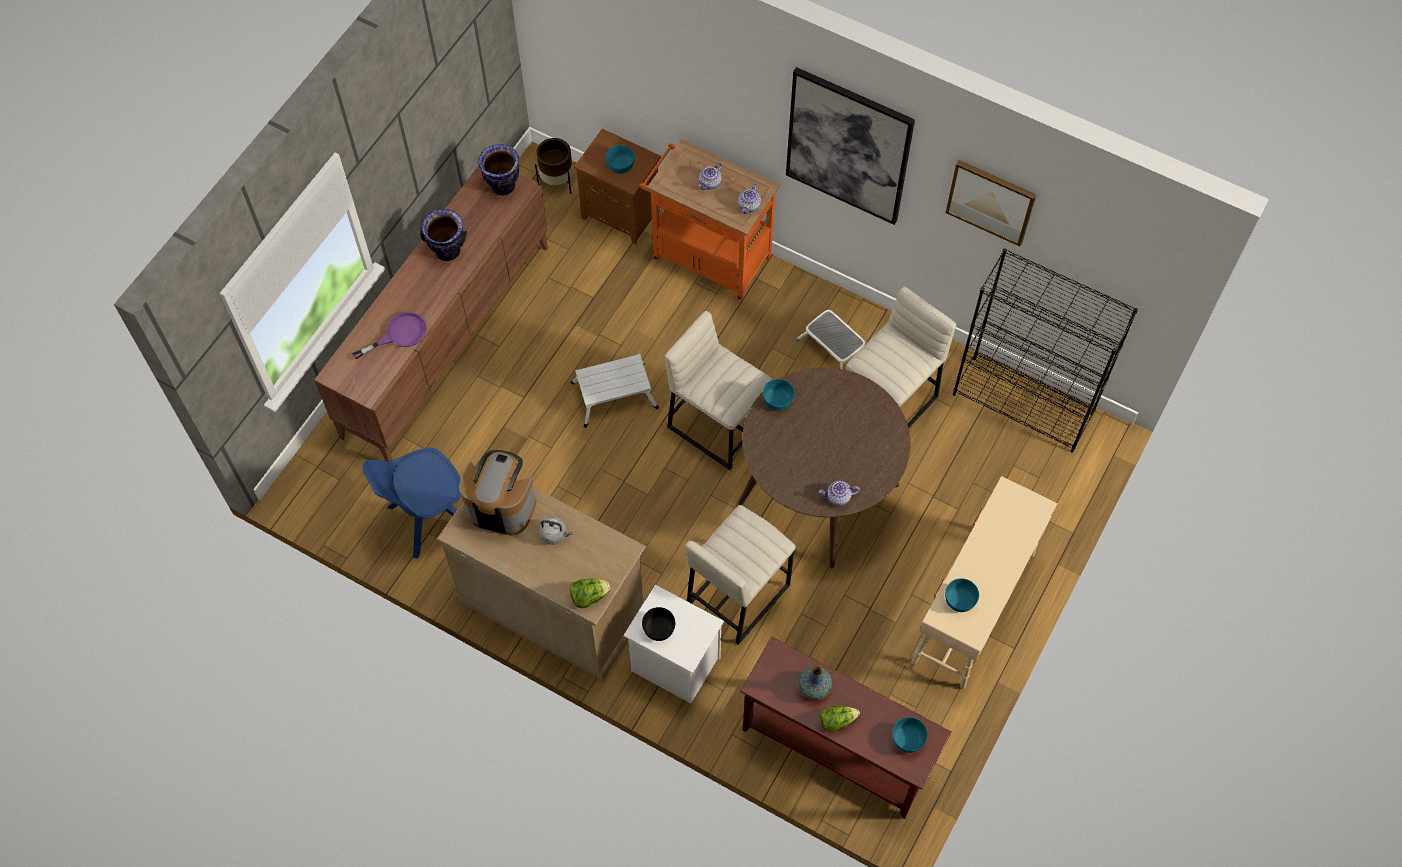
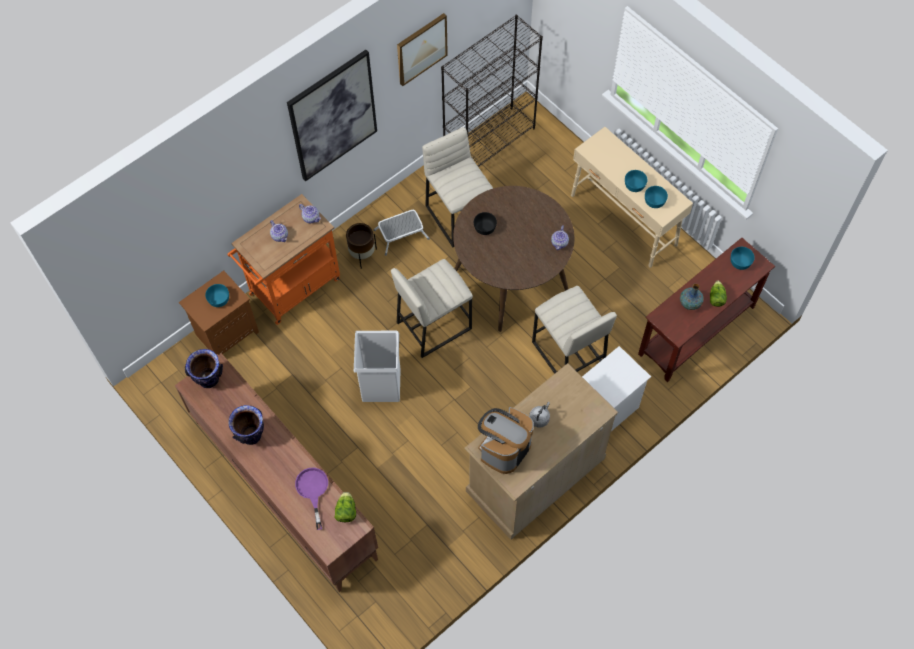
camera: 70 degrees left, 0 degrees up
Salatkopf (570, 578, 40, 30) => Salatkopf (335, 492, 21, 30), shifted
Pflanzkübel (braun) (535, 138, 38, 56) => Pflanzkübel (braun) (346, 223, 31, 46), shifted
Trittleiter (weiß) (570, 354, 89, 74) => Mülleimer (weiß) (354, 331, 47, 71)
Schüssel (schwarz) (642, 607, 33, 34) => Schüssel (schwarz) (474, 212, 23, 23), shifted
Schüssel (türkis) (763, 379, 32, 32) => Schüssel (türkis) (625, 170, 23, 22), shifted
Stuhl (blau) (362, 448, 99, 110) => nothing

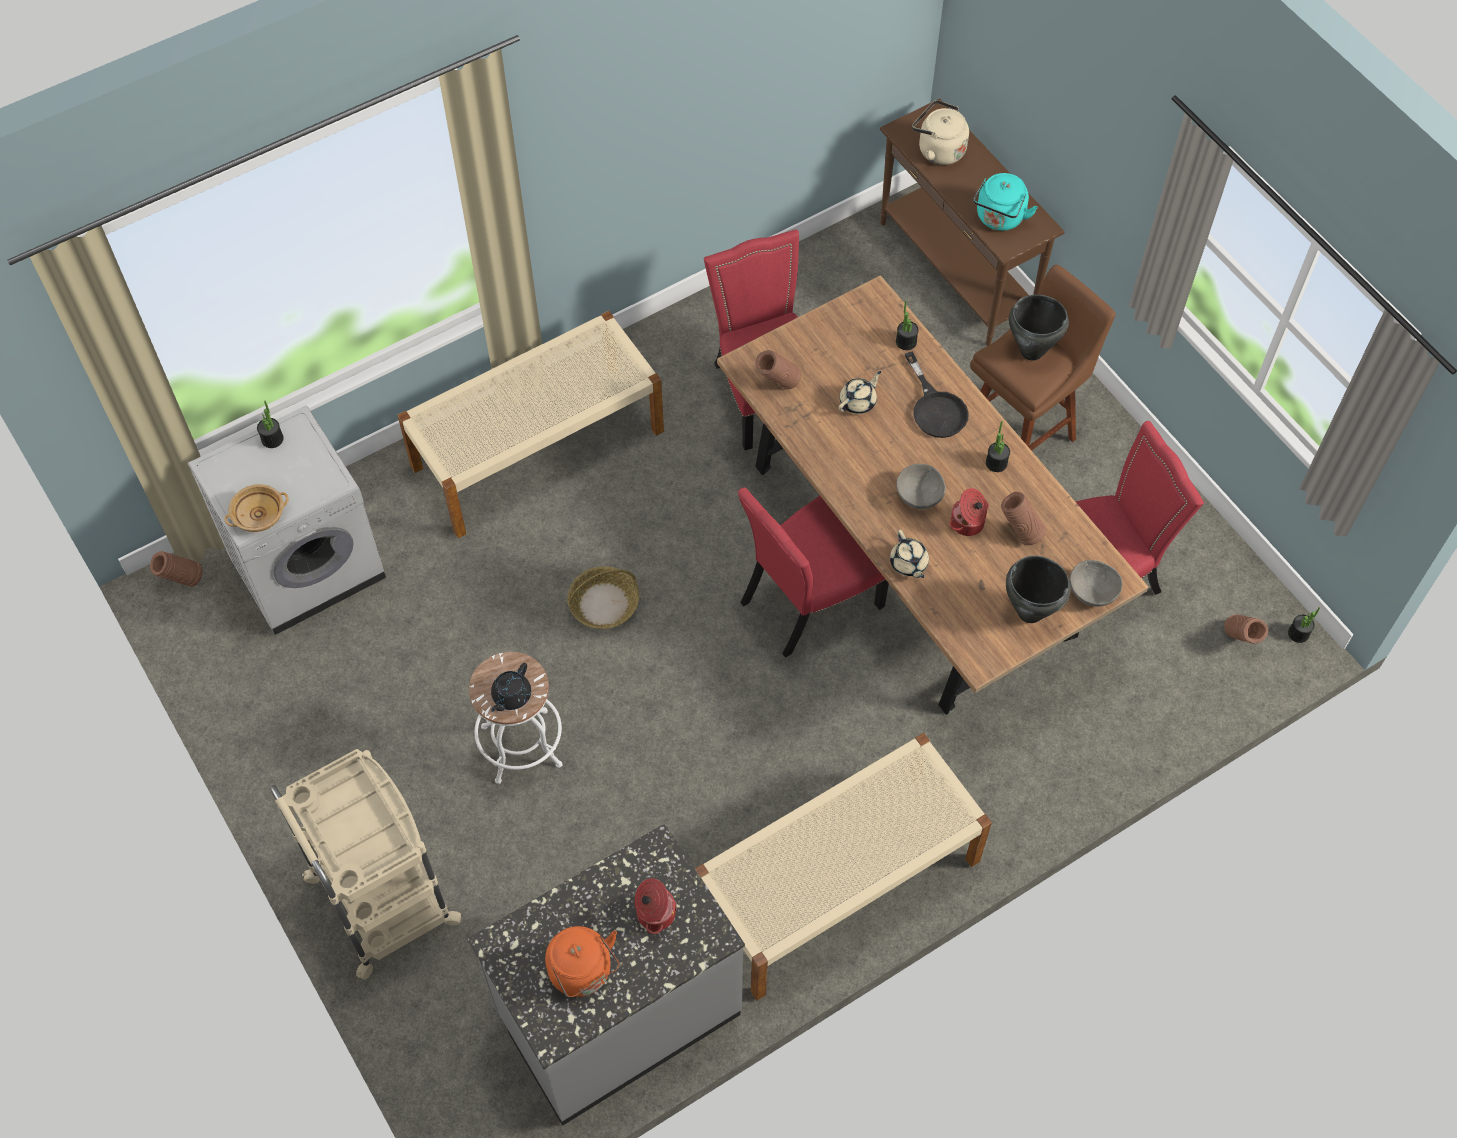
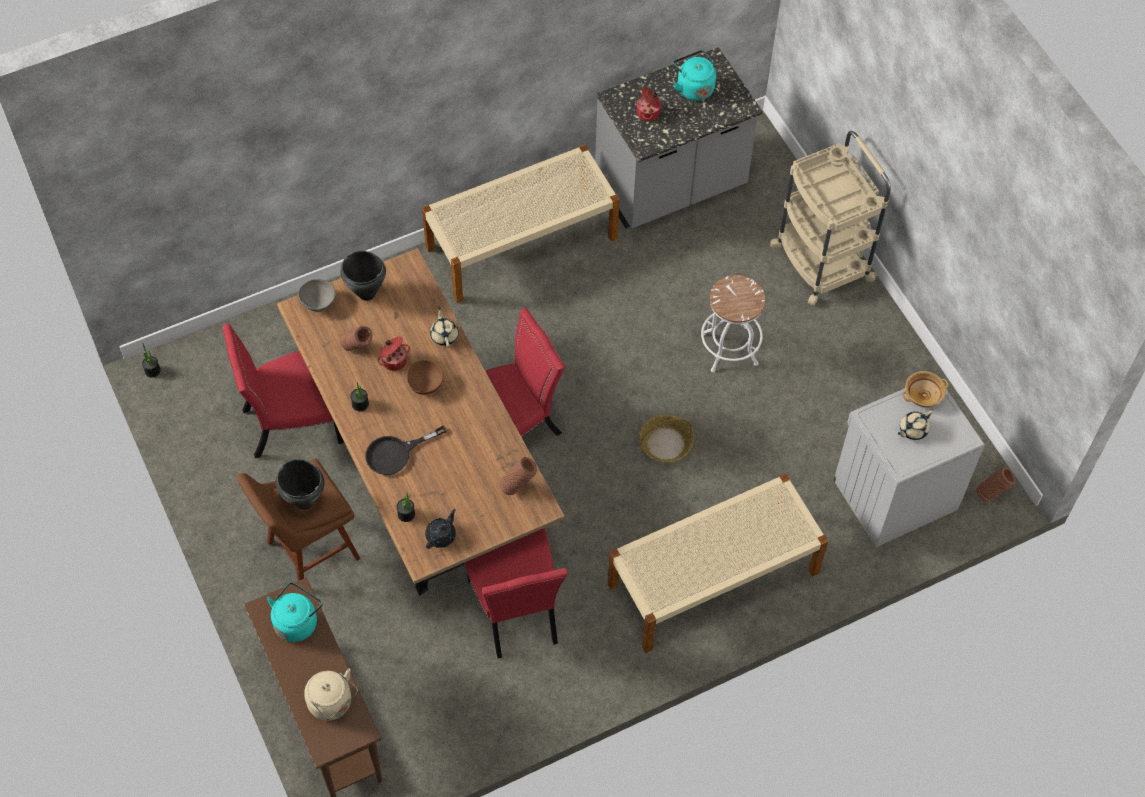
camera: 175 degrees left, 0 degrees up
Pfanne (schwarz) (905, 351, 64, 87) => Pfanne (schwarz) (365, 425, 82, 50), 105 degrees counterclockwise
Schüssel (grau) (897, 464, 49, 45) => Schüssel (braun) (407, 360, 36, 35)
Teekanne (schwarz) (491, 663, 40, 49) => Teekanne (schwarz) (425, 509, 31, 40), shifted
Wasserkessel (orange) (545, 926, 75, 72) => Wasserkessel (türkis) (673, 50, 43, 51)
Teekanne (beige) (838, 371, 43, 43) => Teekanne (beige) (898, 410, 35, 30), shifted
Topfpflanze (257, 401, 27, 47) => nothing
Vase (braun) (1224, 615, 44, 29) => nothing

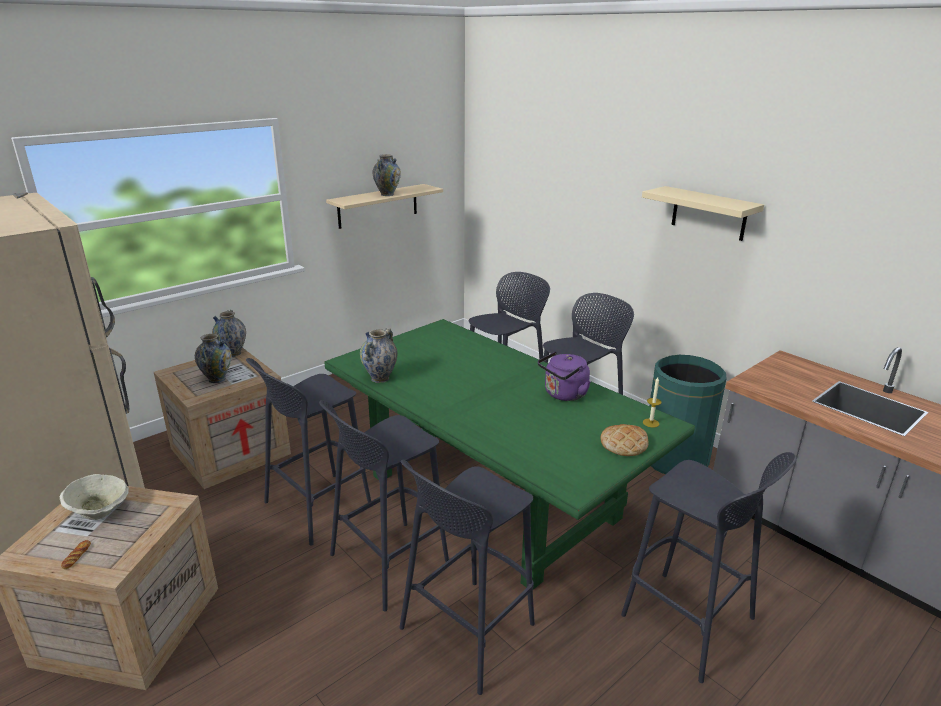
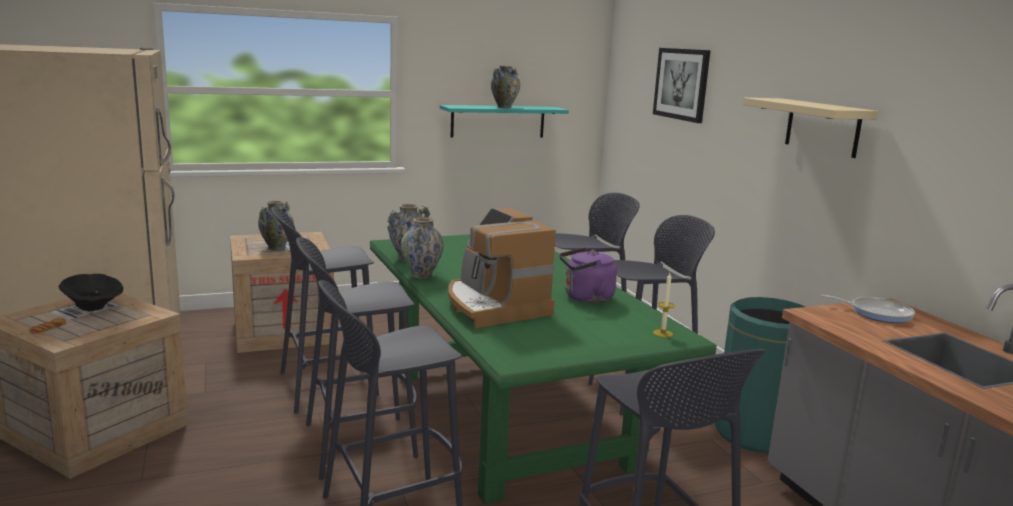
camera: 20 degrees right, 10 degrees down
Schüssel (beige) (60, 474, 69, 46) => Schüssel (schwarz) (58, 274, 65, 37)
Vase (212, 310, 34, 47) => Vase (401, 217, 43, 62), shifted
Wandregal (beige) (326, 184, 117, 45) => Wandregal (türkis) (440, 105, 129, 32)
nothing => Kaffeemaschine (448, 208, 108, 120)
nothing => Bild (653, 48, 58, 75)
nothing => Pfanne (821, 295, 94, 28)
Brot (600, 424, 49, 32) => nothing

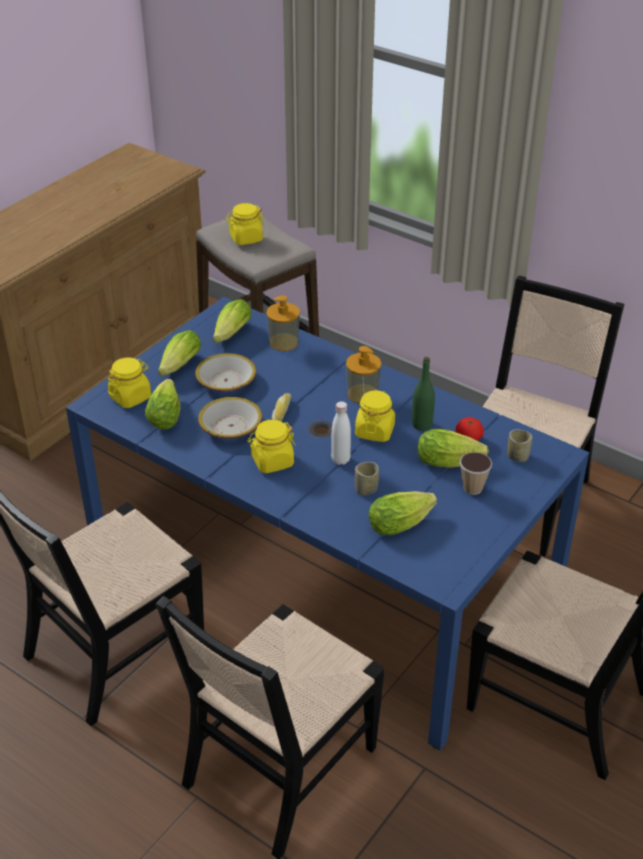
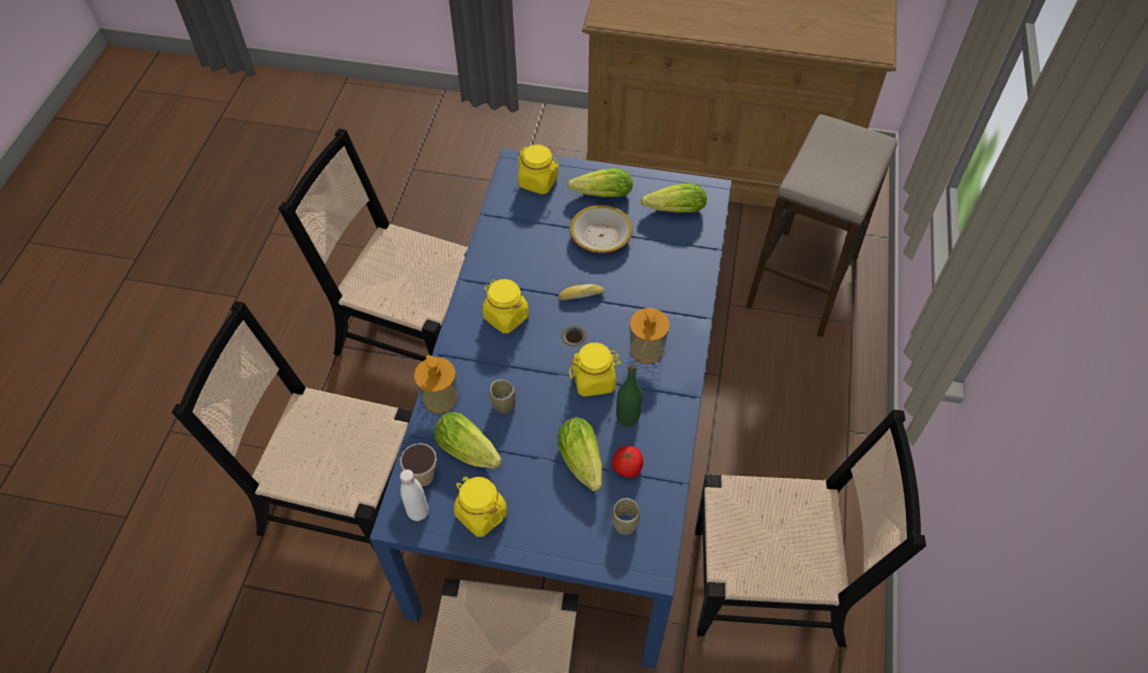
camera: 65 degrees right, 15 degrees up
Tasse (460, 452, 32, 43) => Tasse (400, 443, 37, 43), shifted
Flasche (weiß) (331, 401, 20, 64) => Flasche (weiß) (400, 469, 29, 52), shifted
Seifenspender (266, 295, 34, 56) => Seifenspender (414, 355, 44, 58), shifted
Vorratsglas (gelb) (226, 203, 38, 42) => Vorratsglas (gelb) (454, 477, 53, 60), shifted
Salatkopf (145, 379, 35, 51) => nothing
Schüssel (198, 397, 64, 41) => nothing

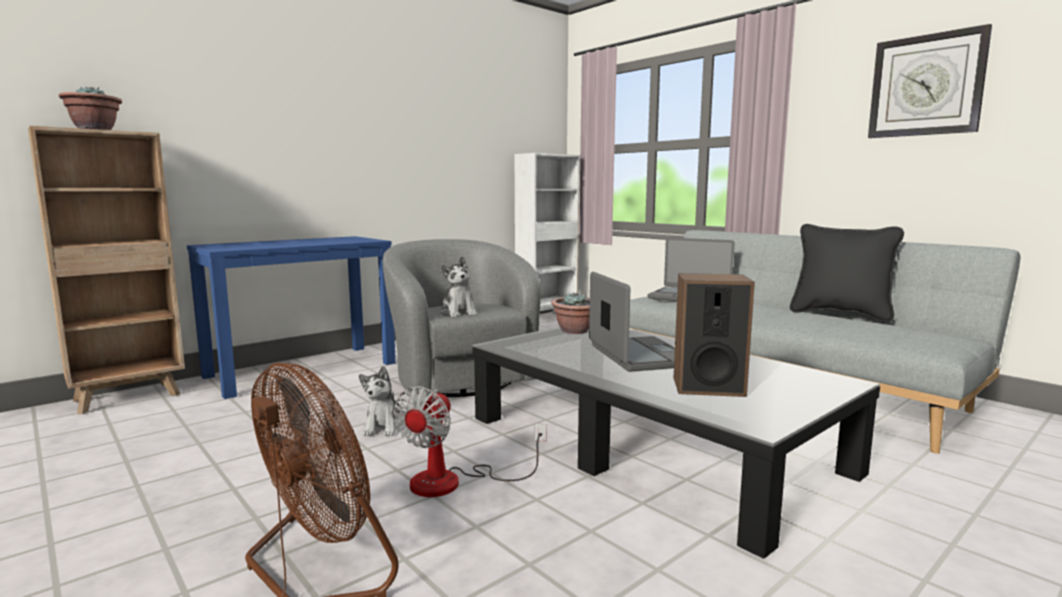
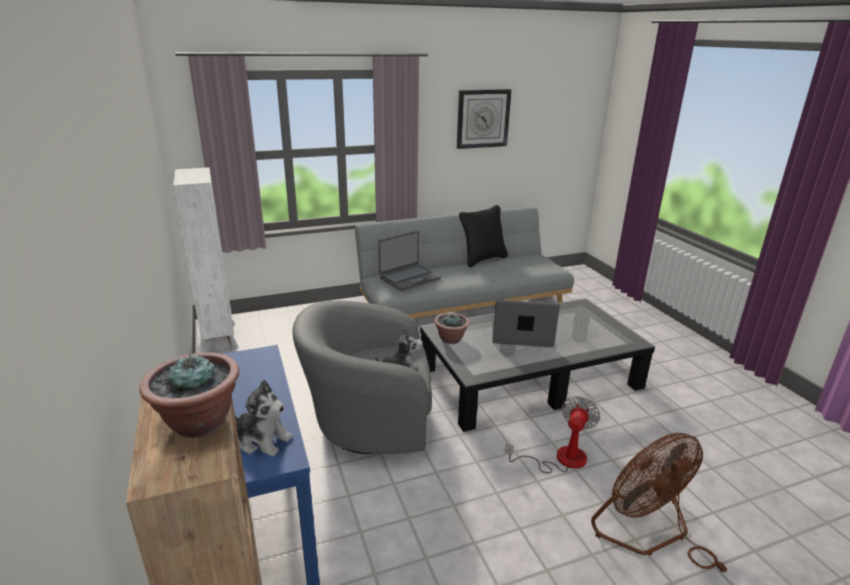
camera: 70 degrees left, 15 degrees up
Plüschtier (359, 366, 42, 70) => Plüschtier (235, 380, 58, 77), shifted
Ventilator (393, 386, 153, 111) => Ventilator (505, 396, 95, 77), 105 degrees counterclockwise
Lautsprecher (674, 273, 81, 124) => nothing

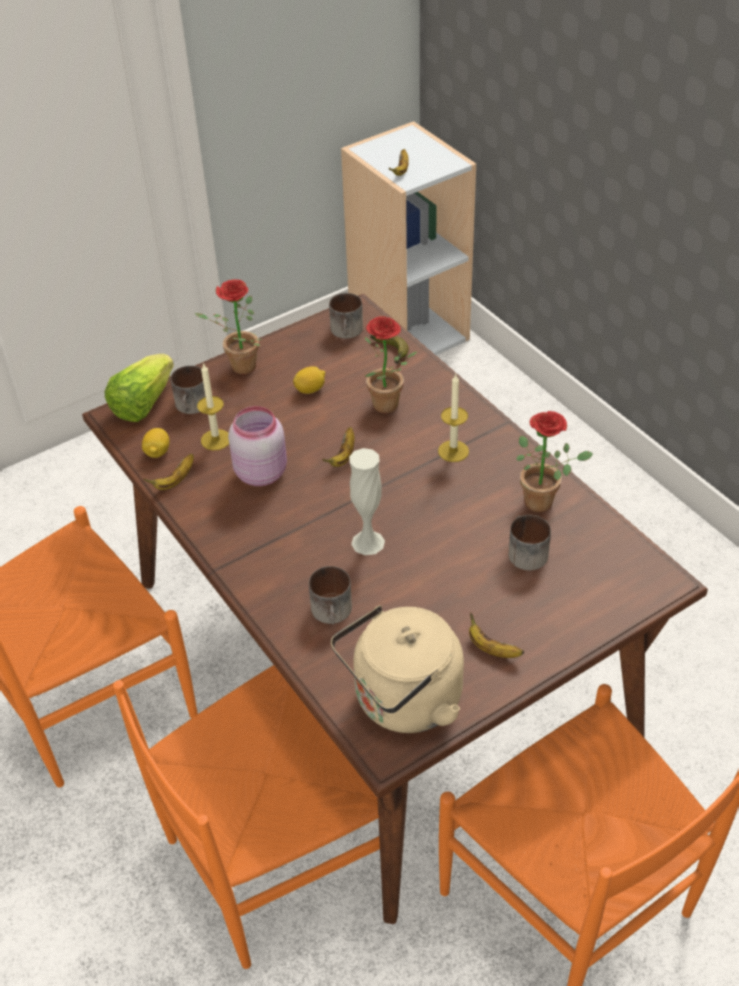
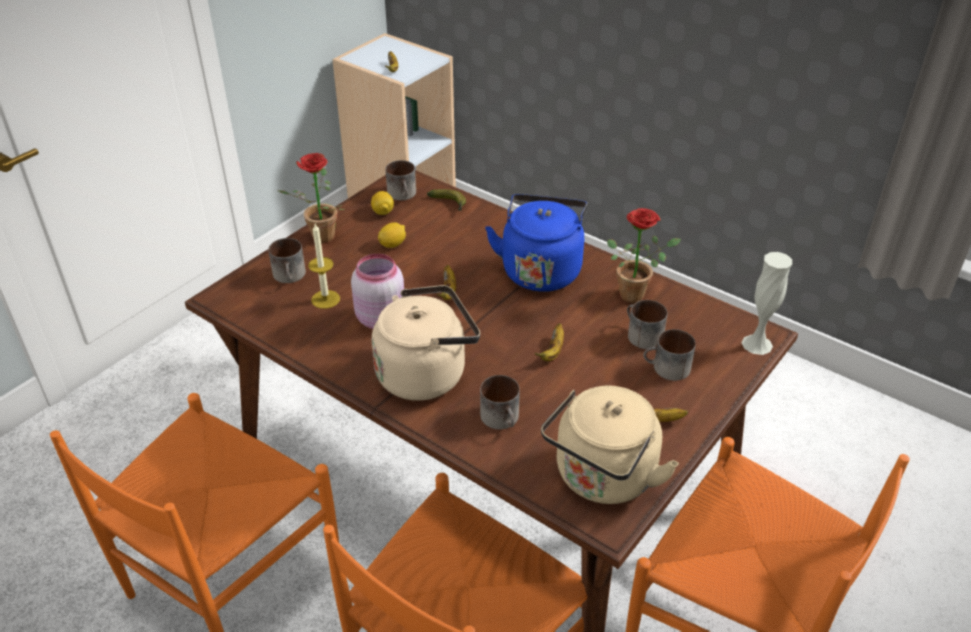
camera: 20 degrees left, 5 degrees down
Zitrone (142, 428, 28, 30) => Zitrone (371, 191, 23, 24), shifted
nothing => Wasserkessel (beige) (372, 285, 108, 116)
Kerze (438, 374, 31, 88) => Wasserkessel (blau) (485, 194, 103, 98)
Banane (143, 454, 51, 36) => Banane (534, 323, 30, 38), shifted
nothing => Henkelbecher (643, 329, 53, 52)
Vase (weiß) (349, 448, 36, 107) => Vase (weiß) (741, 252, 51, 103), shifted
Salatkopf (105, 354, 69, 68) => nothing
Topfpflanze (364, 316, 54, 97) => nothing

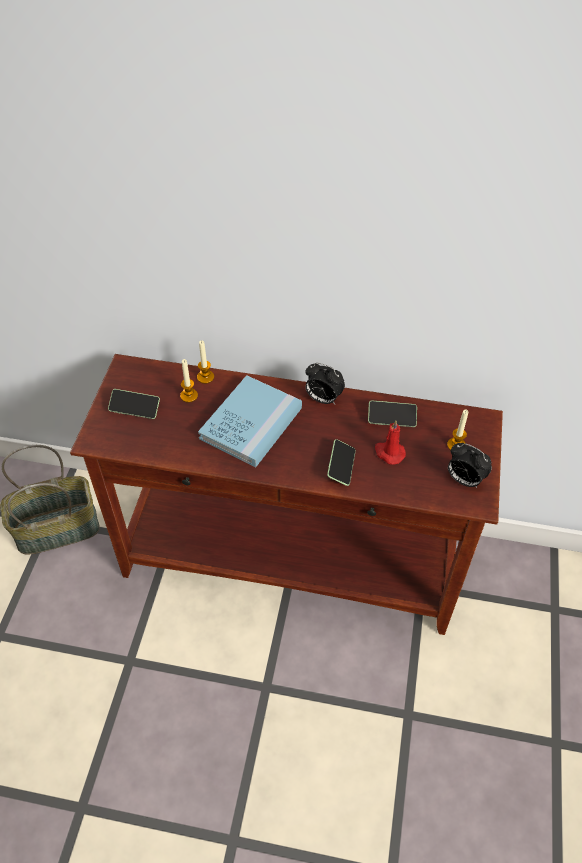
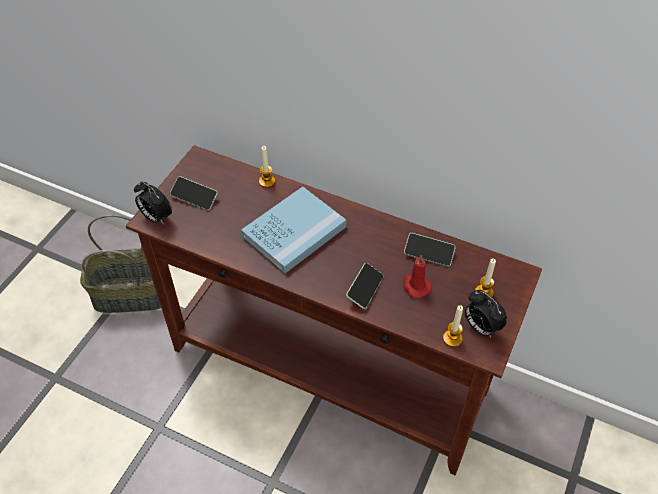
camera: 15 degrees right, 0 degrees up
Wecker (305, 363, 40, 41) => Wecker (134, 181, 38, 44), shifted
Kerze (180, 359, 18, 44) => Kerze (443, 305, 20, 42), shifted

